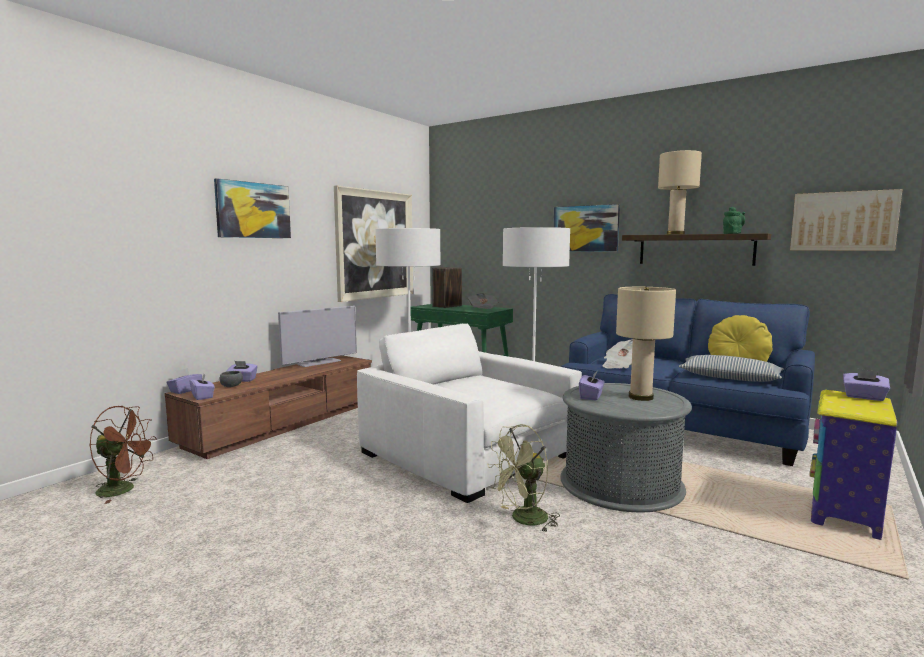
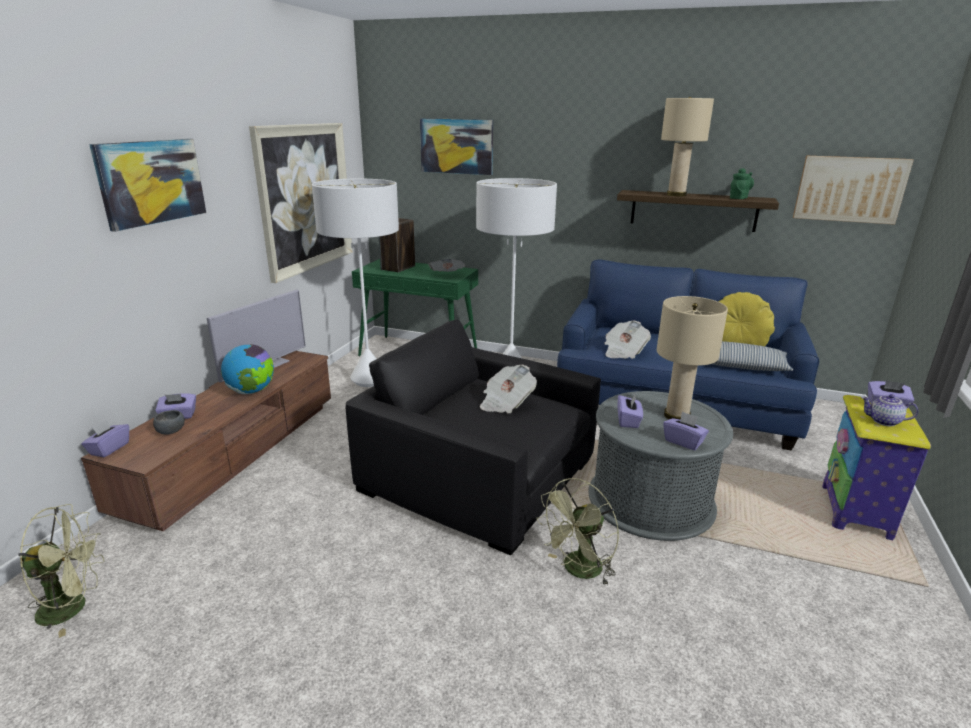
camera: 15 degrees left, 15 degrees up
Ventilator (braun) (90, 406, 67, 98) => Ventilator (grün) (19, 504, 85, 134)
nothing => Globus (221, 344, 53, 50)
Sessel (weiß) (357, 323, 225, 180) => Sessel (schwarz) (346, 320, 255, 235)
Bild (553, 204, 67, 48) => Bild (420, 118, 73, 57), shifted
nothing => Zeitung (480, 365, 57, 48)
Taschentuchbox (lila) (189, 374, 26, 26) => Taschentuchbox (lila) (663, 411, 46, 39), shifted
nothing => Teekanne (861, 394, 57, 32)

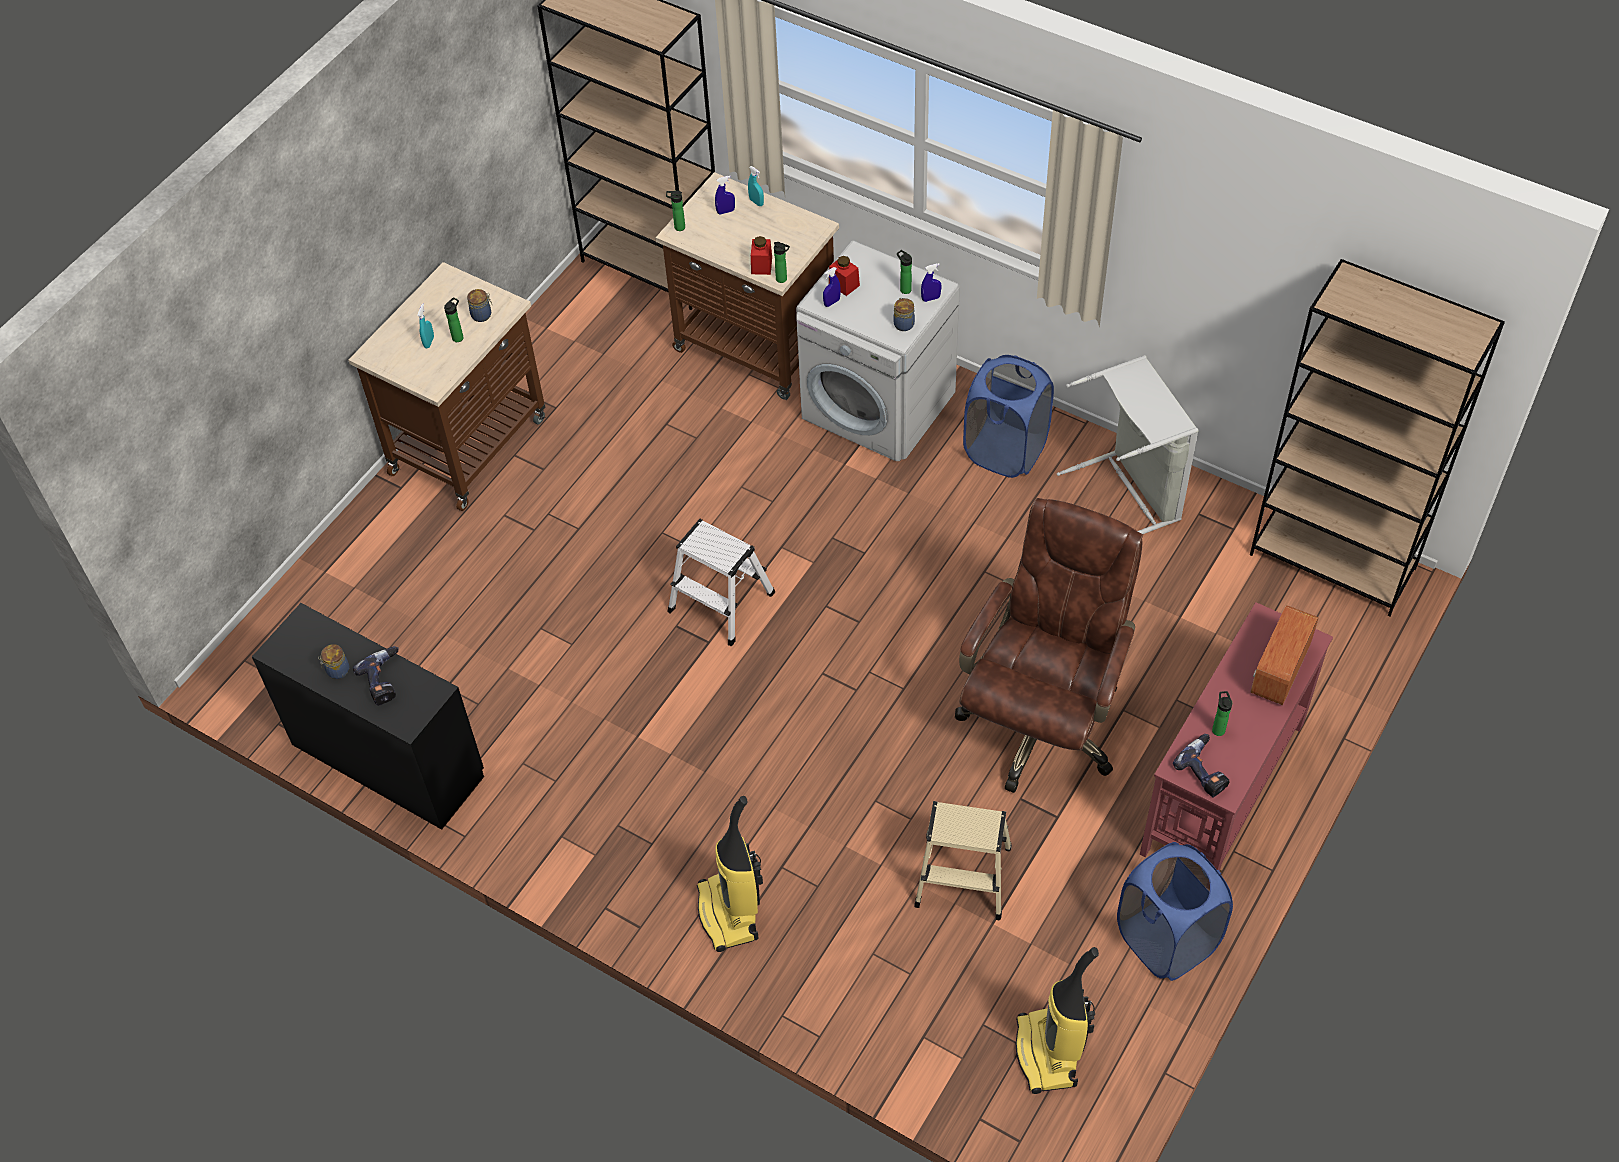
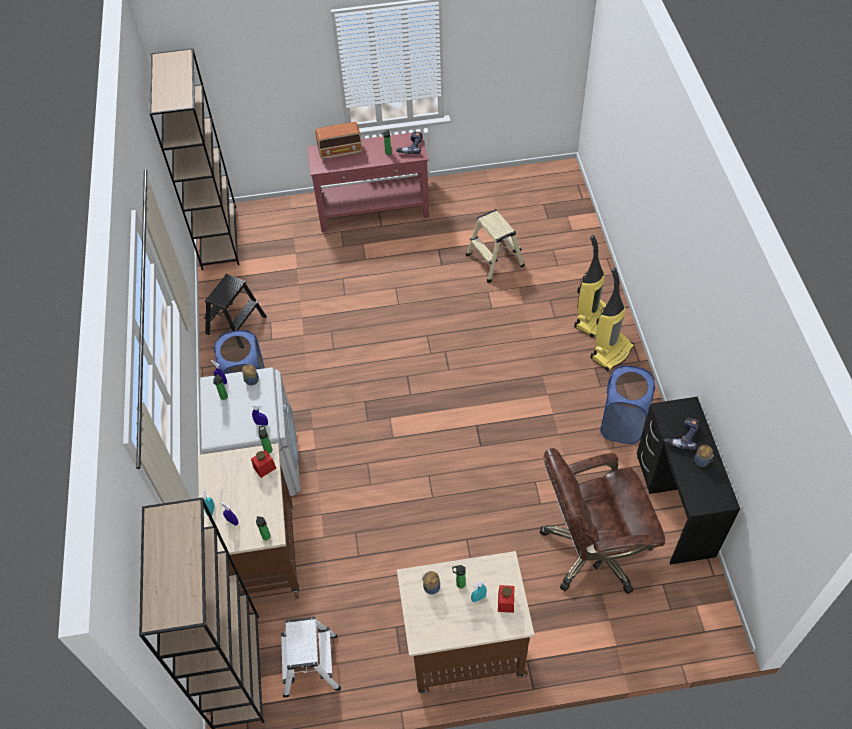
camera: 130 degrees left, 0 degrees up
Wäschekorb (grau) (1057, 355, 142, 179) => Trittleiter (schwarz) (204, 274, 63, 61)
Trittleiter (weiß) (667, 519, 108, 127) => Trittleiter (weiß) (281, 616, 60, 81), shifted
Vorratsglas (rot) (829, 256, 31, 40) => Vorratsglas (rot) (498, 585, 17, 28), shifted
Bürostuhl (braun) (955, 498, 188, 295) => Bürostuhl (braun) (540, 448, 125, 146), shifted
Staubsauger (1016, 947, 83, 147) => Staubsauger (590, 267, 44, 104), shifted
Wäschekorb (blau) (1117, 842, 116, 139) => Wäschekorb (blau) (600, 365, 55, 79), shifted

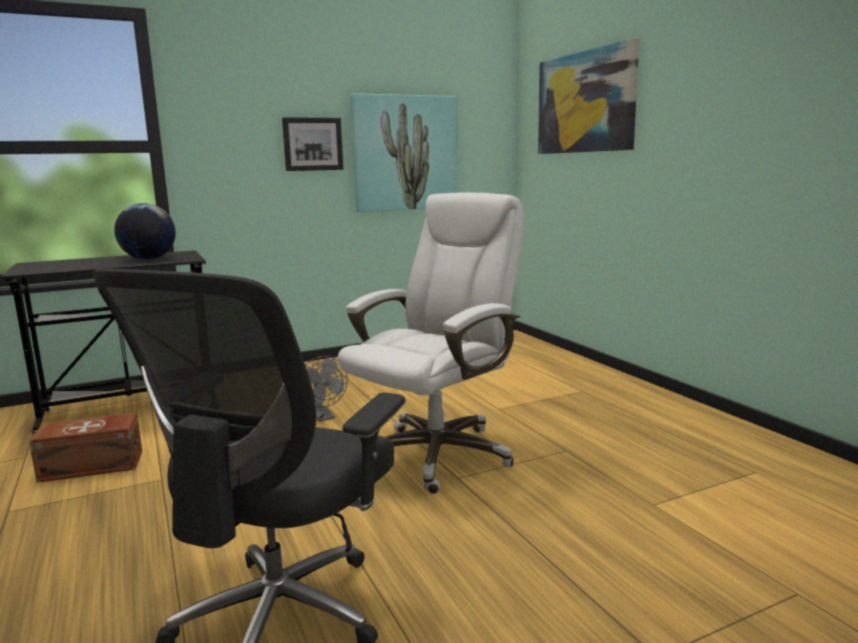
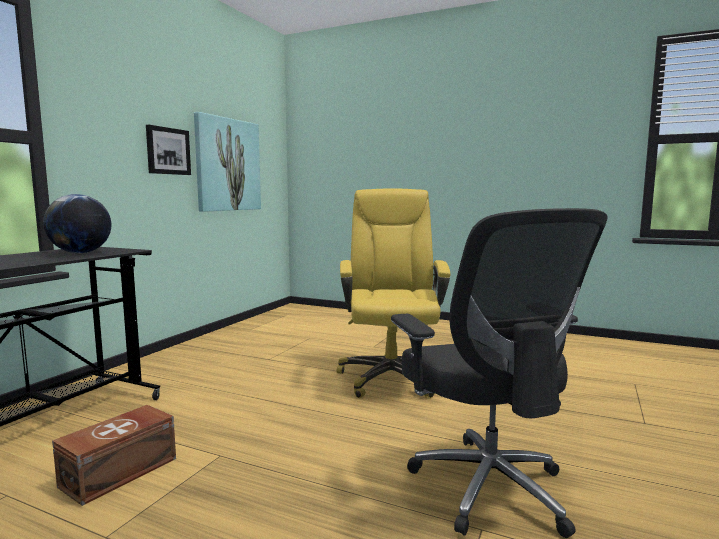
camera: 40 degrees left, 5 degrees down
Bürostuhl (weiß) (338, 192, 185, 302) => Bürostuhl (gelb) (336, 189, 115, 209)
Ventilator (grau) (305, 356, 43, 66) => nothing
Bild (538, 38, 101, 116) => nothing

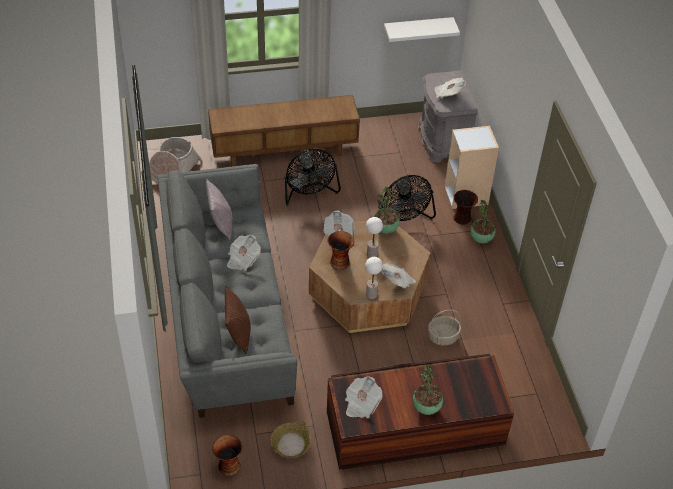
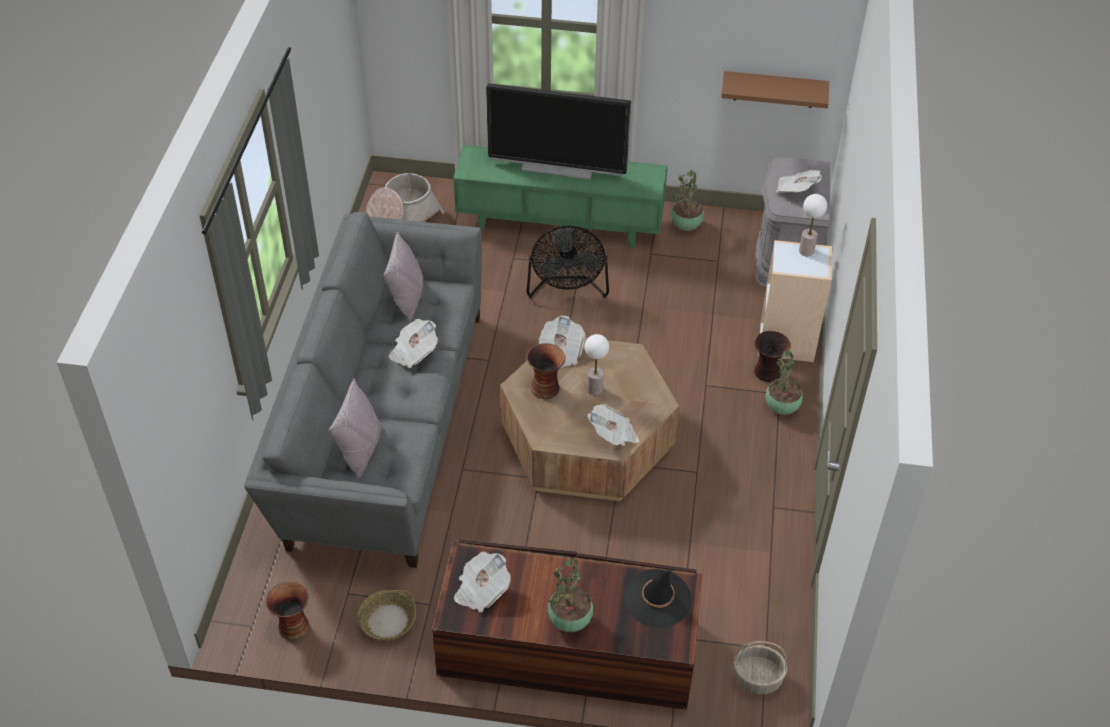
camera: 20 degrees right, 0 degrees up
Kissen (braun) (225, 285, 26, 69) => Kissen (lila) (328, 378, 54, 102)
Fernsehschrank (braun) (208, 95, 152, 72) => Fernsehschrank (grün) (453, 145, 214, 103)
nothing => Fernseher (486, 83, 145, 97)
nothing => Hut (schwarz) (624, 569, 68, 59)
Topfpflanze (374, 187, 26, 47) => Topfpflanze (671, 170, 33, 61), shifted
Wandregal (weiß) (384, 17, 76, 25) => Wandregal (braun) (721, 71, 108, 37)
Korb (428, 310, 33, 36) => Korb (733, 641, 54, 53), shifted
Tischlampe (365, 257, 18, 42) => Tischlampe (799, 194, 28, 62), shifted
Ventilator (schwarz) (377, 175, 59, 46) => nothing

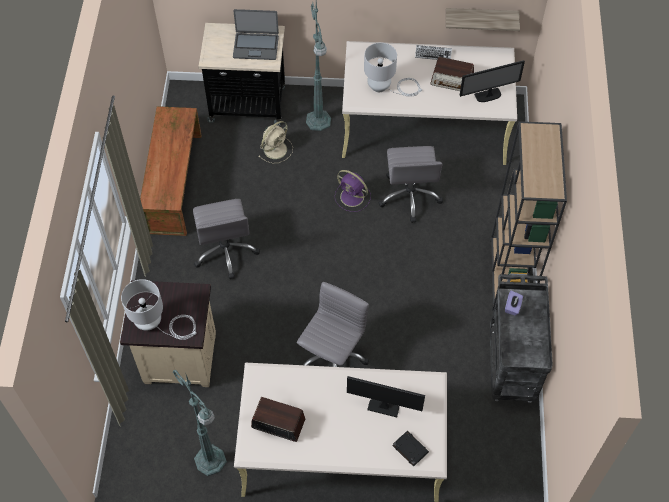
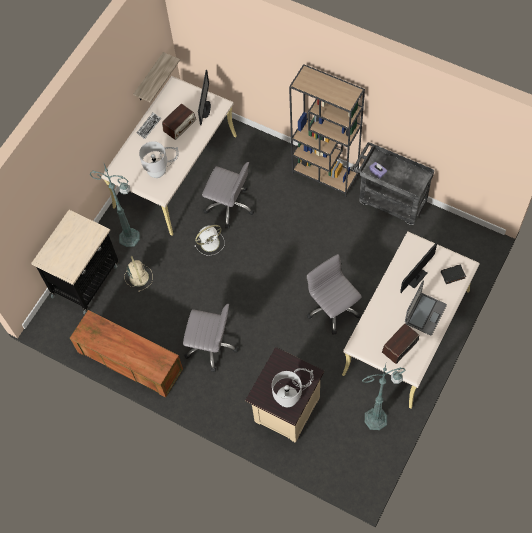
camera: 60 degrees left, 5 degrees up
Ventilator (lila) (334, 170, 37, 42) => Ventilator (weiß) (194, 225, 31, 31)
Laptop (233, 9, 46, 51) => Laptop (405, 280, 42, 56), shifted

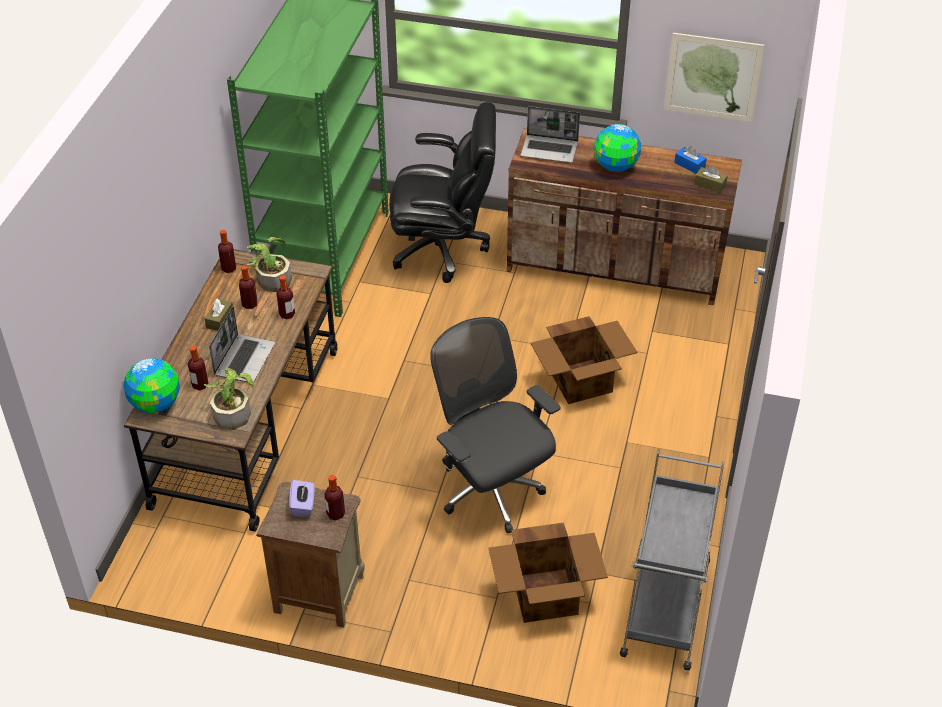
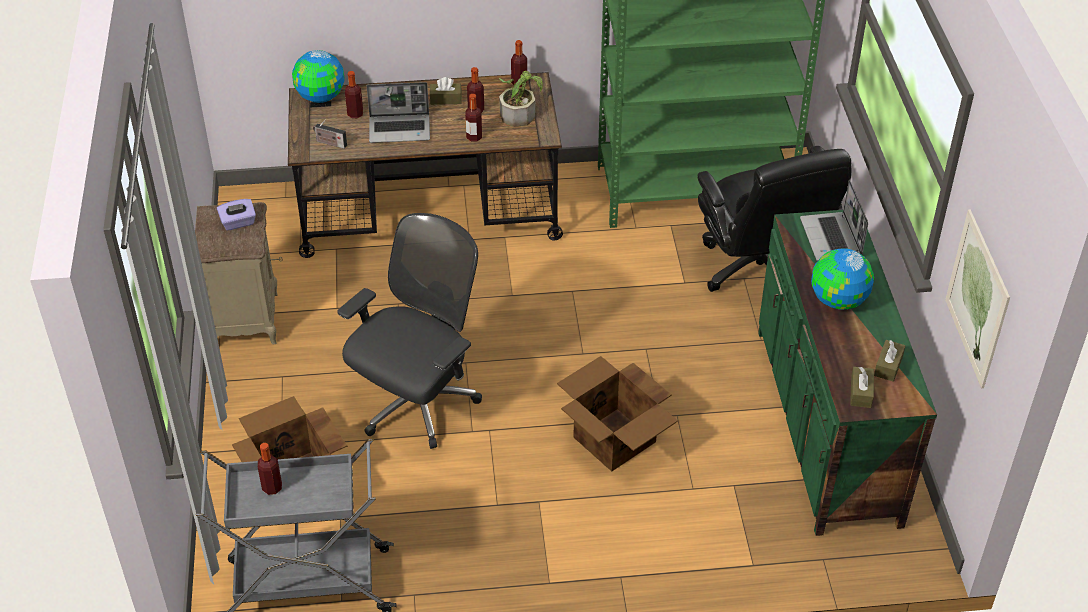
camera: 70 degrees right, 0 degrees up
Flasche (324, 475, 21, 46) => Flasche (258, 443, 24, 52), shifted
Topfpflanze (204, 368, 50, 62) => Radio (313, 119, 34, 30)
Schrank (braun) (507, 128, 235, 177) => Schrank (grün) (758, 210, 179, 326)
Taschentuchbox (blau) (674, 146, 33, 28) => Taschentuchbox (braun) (874, 340, 32, 42)

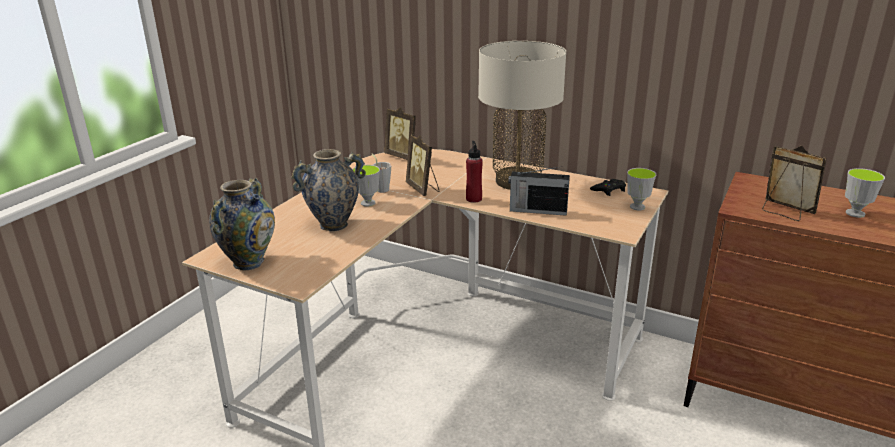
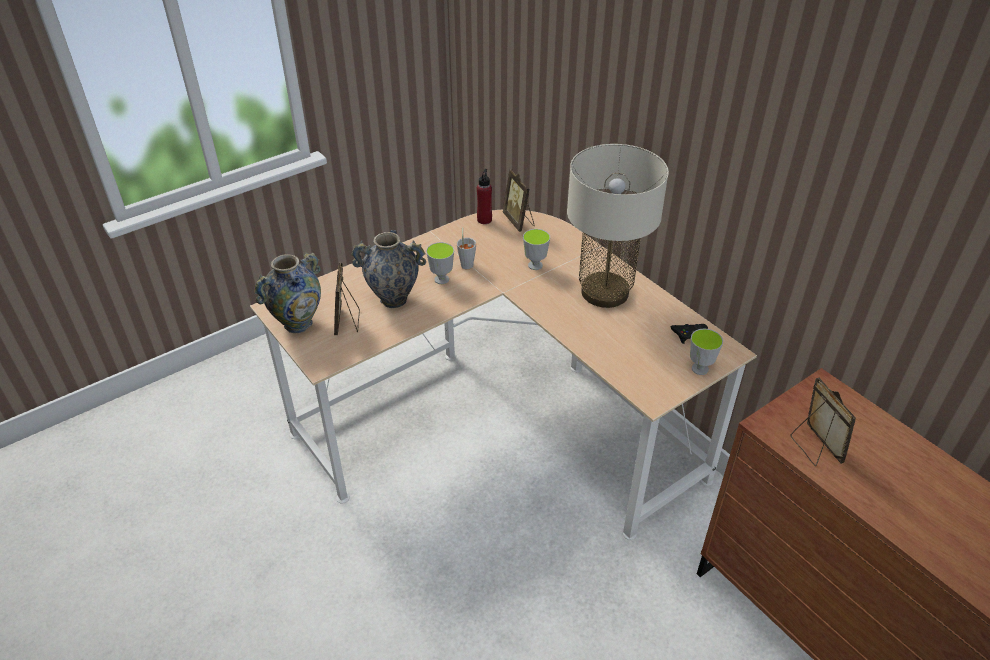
camera: 25 degrees right, 15 degrees up
Bilderrahmen (406, 134, 33, 62) => Bilderrahmen (334, 263, 26, 72), shifted
Flasche (rot) (466, 141, 17, 62) => Flasche (rot) (477, 169, 15, 55), shifted
Tasse (845, 168, 40, 50) => Tasse (523, 229, 27, 41), shifted
Radio (508, 167, 62, 49) => nothing

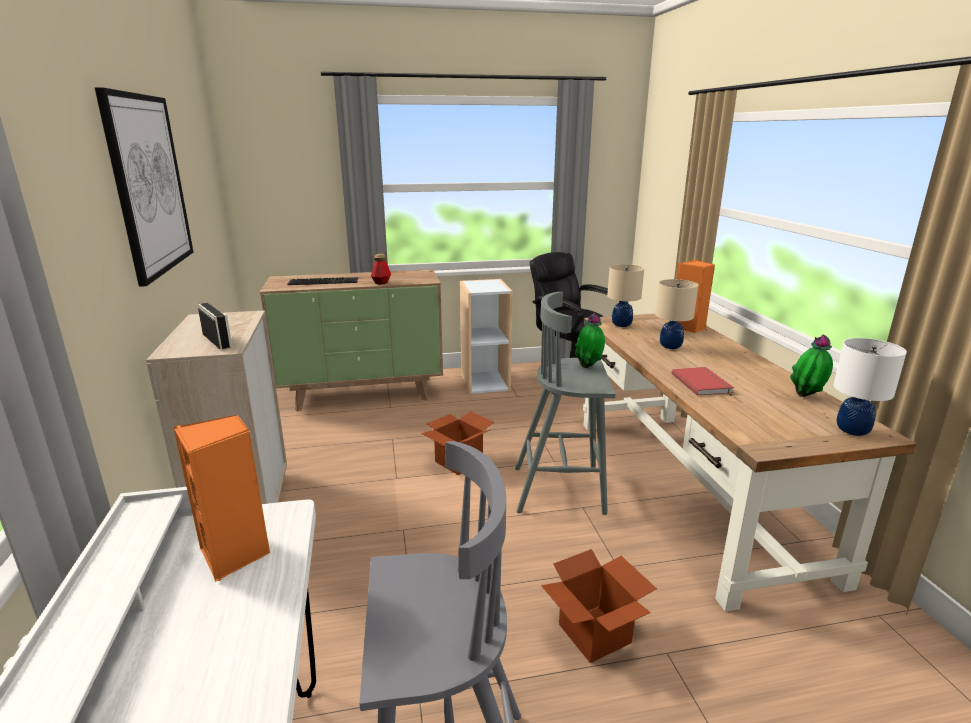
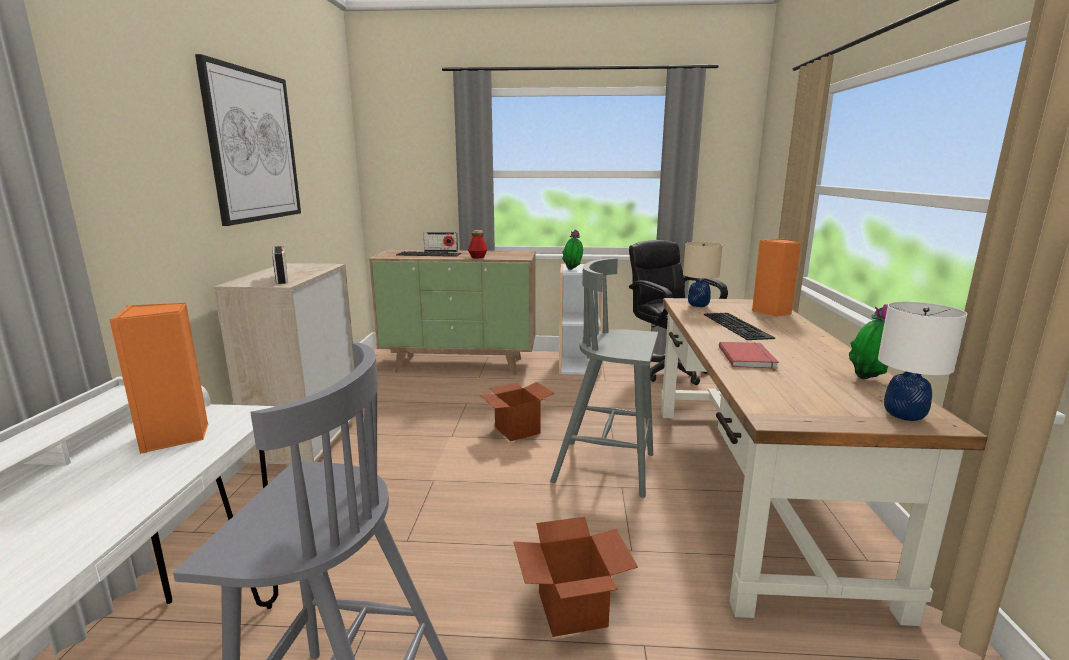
camera: 15 degrees right, 5 degrees down
nothing => Radio (423, 232, 35, 20)
Topfpflanze (575, 313, 30, 55) => Topfpflanze (562, 230, 21, 40), shifted
Tischlampe (beige) (655, 279, 43, 70) => Tastatur (704, 313, 71, 27)

